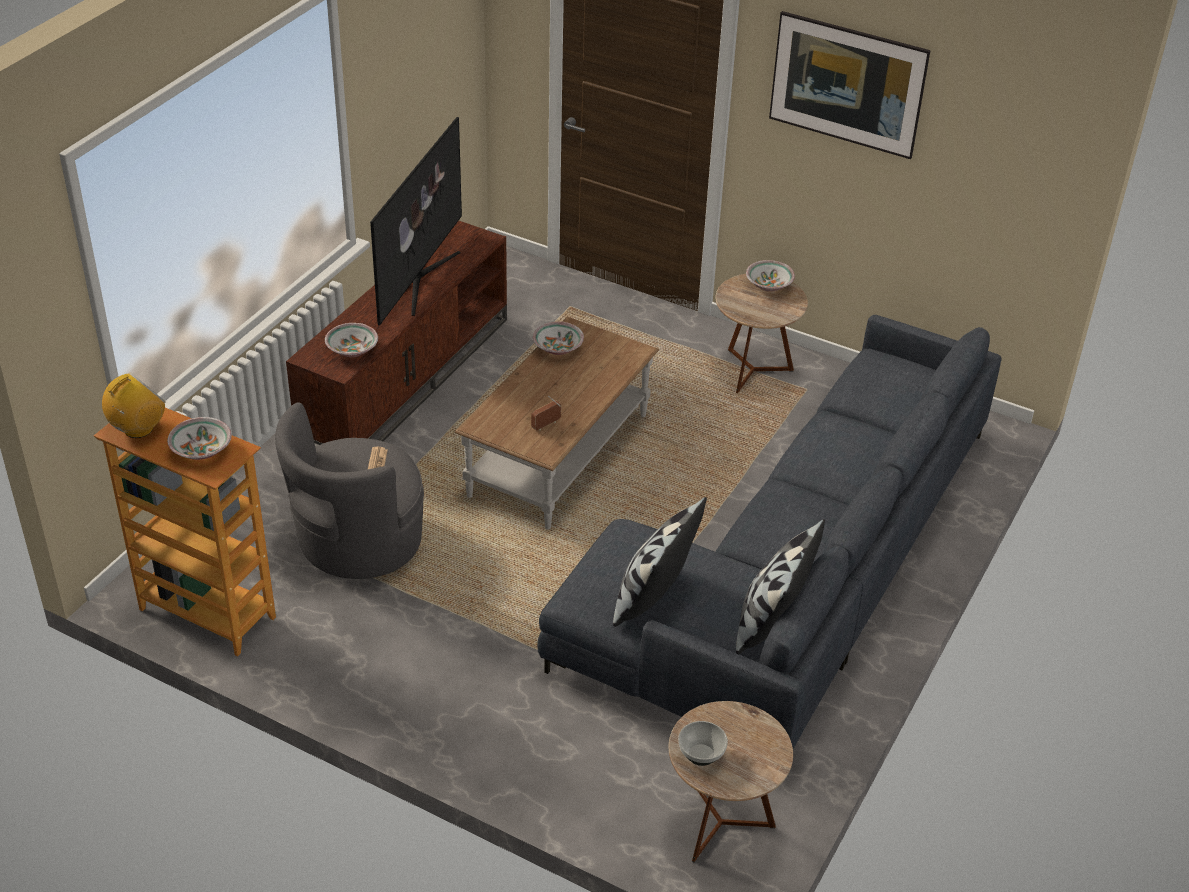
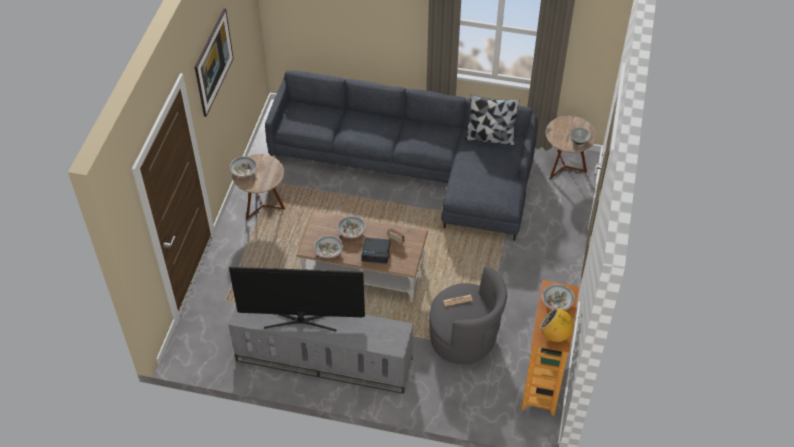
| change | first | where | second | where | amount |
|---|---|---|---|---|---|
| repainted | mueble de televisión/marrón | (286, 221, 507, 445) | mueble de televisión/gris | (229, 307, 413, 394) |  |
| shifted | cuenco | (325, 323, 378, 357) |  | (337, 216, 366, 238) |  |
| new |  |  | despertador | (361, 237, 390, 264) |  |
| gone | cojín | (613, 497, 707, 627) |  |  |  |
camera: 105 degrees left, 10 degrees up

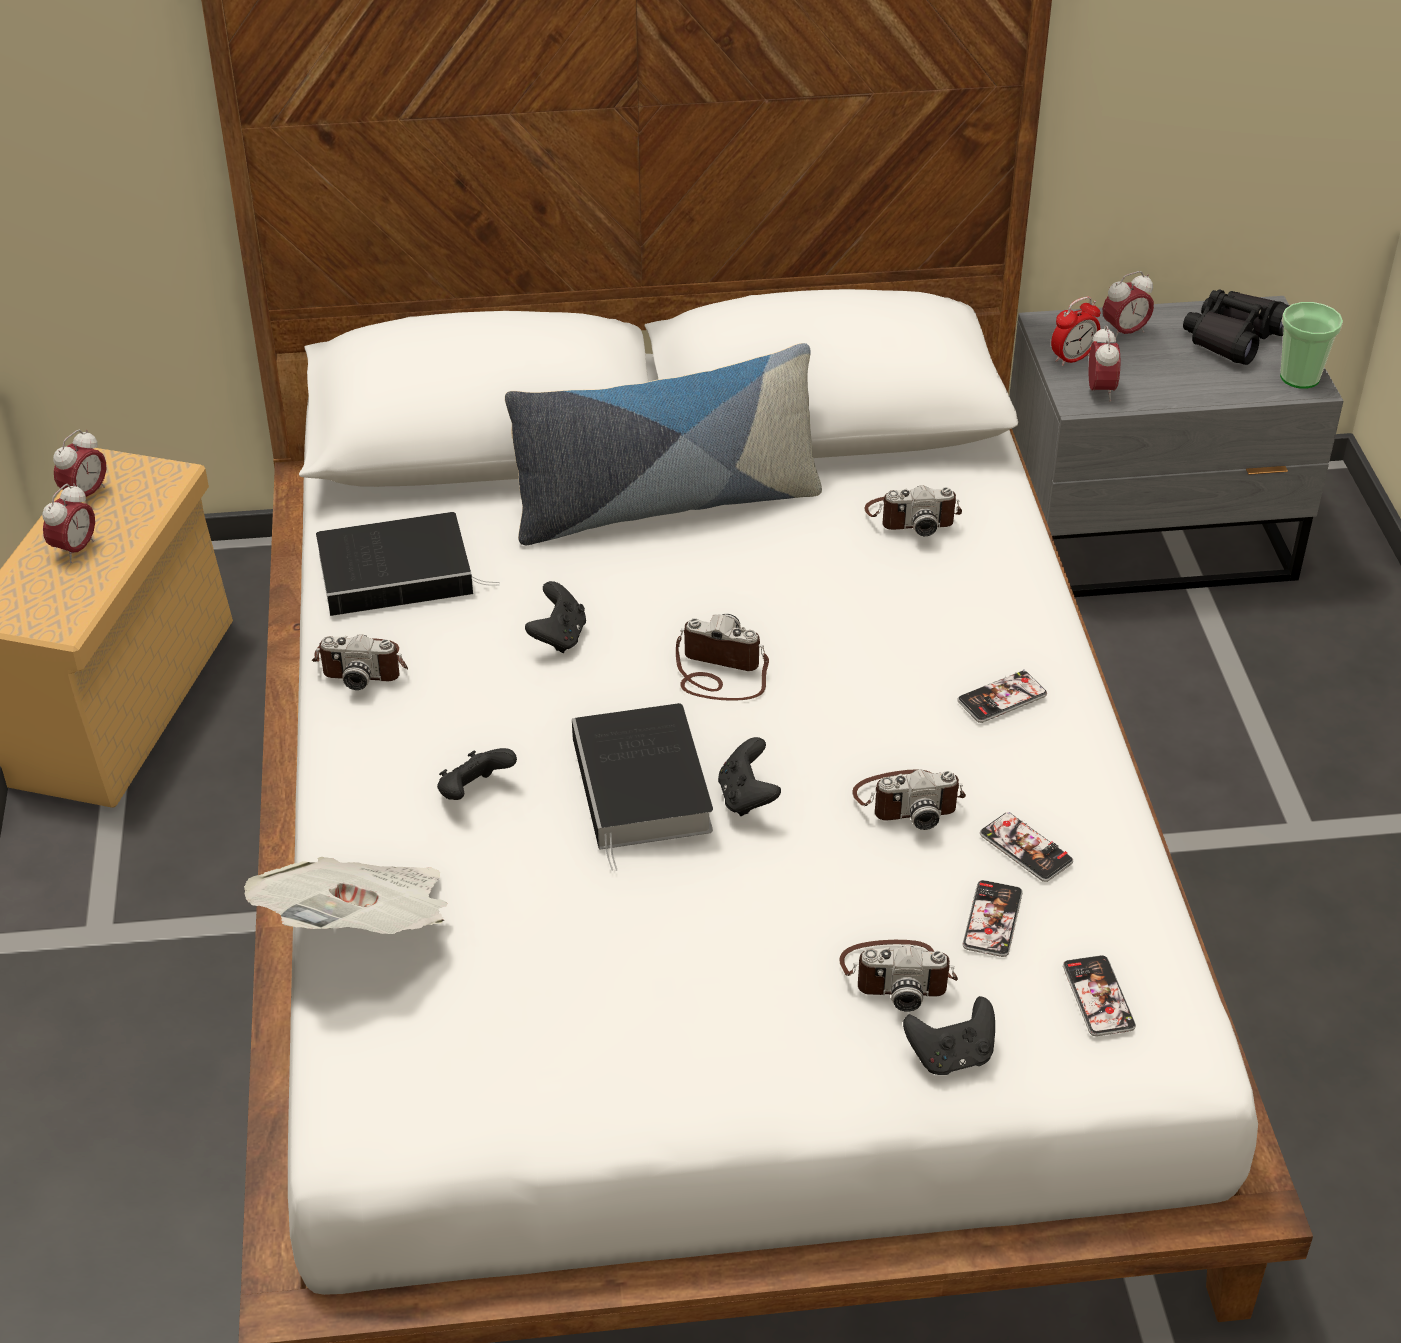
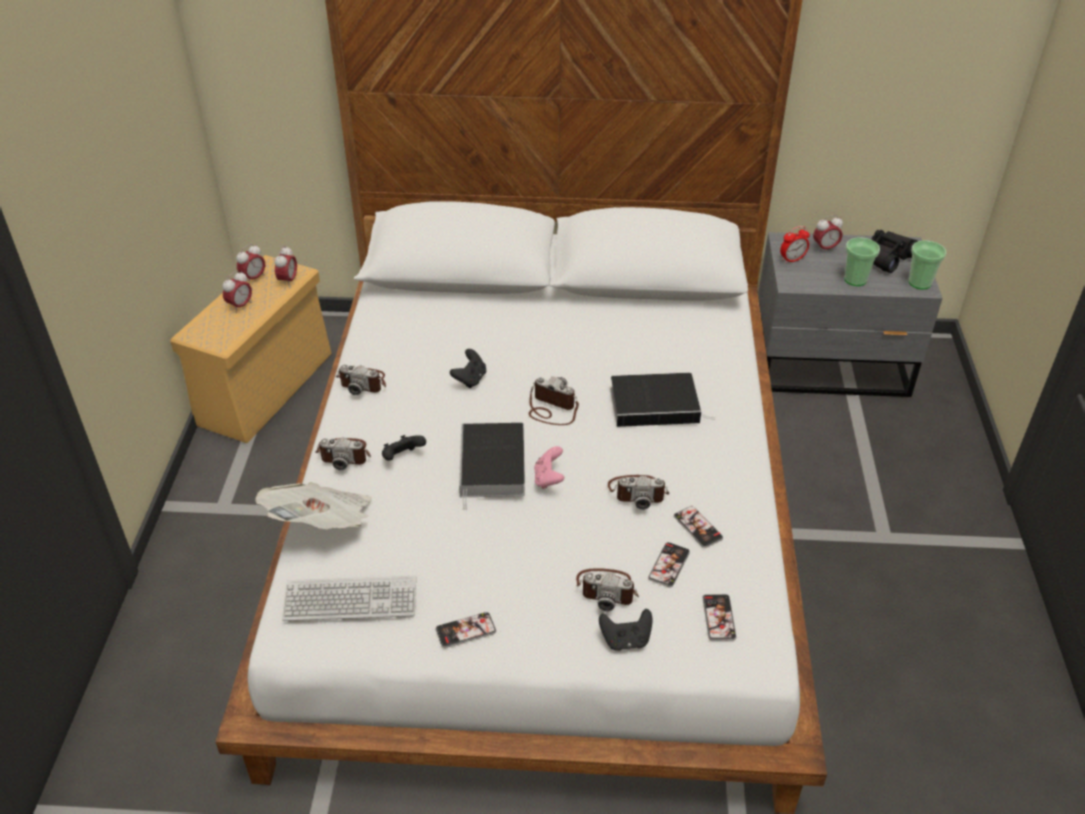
| change | first | where | second | where | amount |
|---|---|---|---|---|---|
| shifted | despertador | (1088, 326, 1121, 402) |  | (274, 246, 297, 287) |  |
| new |  |  | teclado | (282, 576, 416, 621) |  |
| shifted | cámara | (864, 485, 962, 537) |  | (316, 438, 371, 470) |  |
| shifted | móvil | (958, 670, 1047, 723) |  | (436, 612, 496, 648) |  |
| repainted | mando de consola/negro | (718, 737, 781, 816) | mando de consola/rosa | (534, 446, 564, 489) |  |
| shifted | libro | (316, 512, 500, 616) |  | (610, 373, 715, 427) |  |
| new |  |  | taza | (844, 237, 880, 286) |  |
| gone | cojín | (505, 343, 822, 545) |  |  |  |
camera: 10 degrees right, 0 degrees up

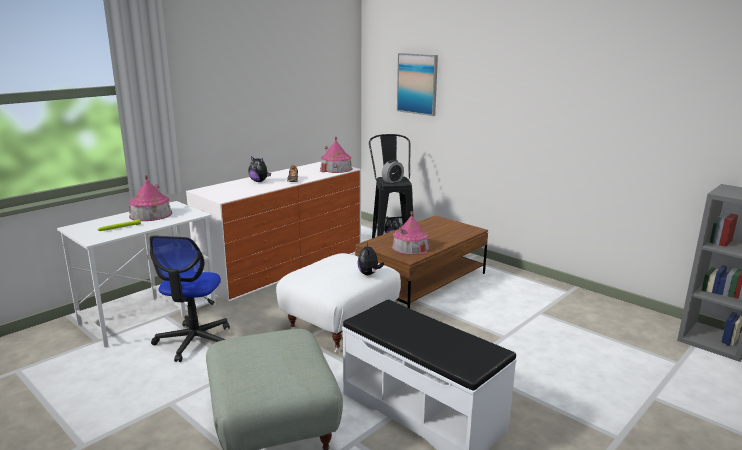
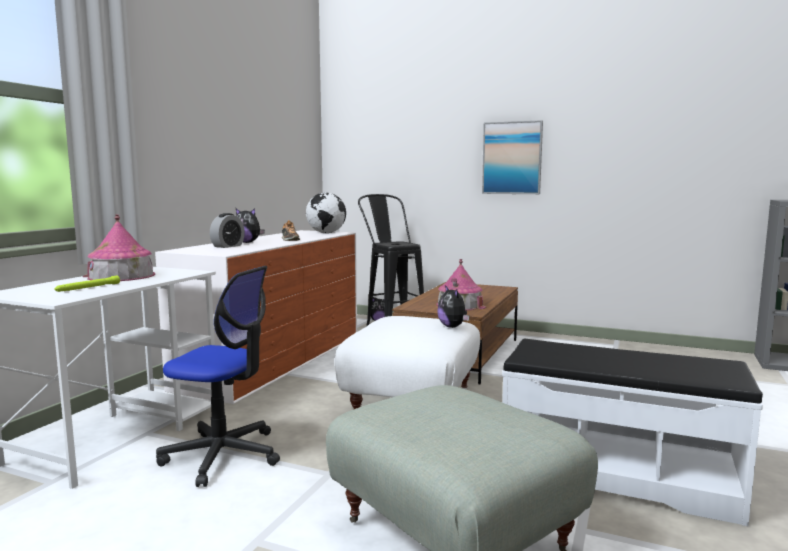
| change | first | where | second | where | amount |
|---|---|---|---|---|---|
| rotated | silla de oficina | (150, 235, 230, 362) |  | (156, 266, 280, 487) | 60 degrees counterclockwise |
| shifted | despertador | (382, 160, 404, 183) |  | (210, 213, 245, 248) |  |
| swapped | casita | (320, 137, 353, 173) | globo terráqueo | (306, 192, 346, 233) |  |
| shifted | cuadro | (397, 53, 438, 116) |  | (482, 120, 543, 194) |  |
camera: 20 degrees left, 10 degrees down

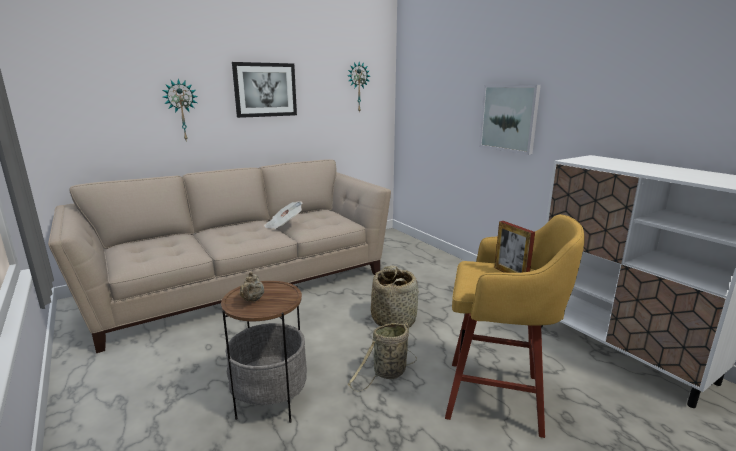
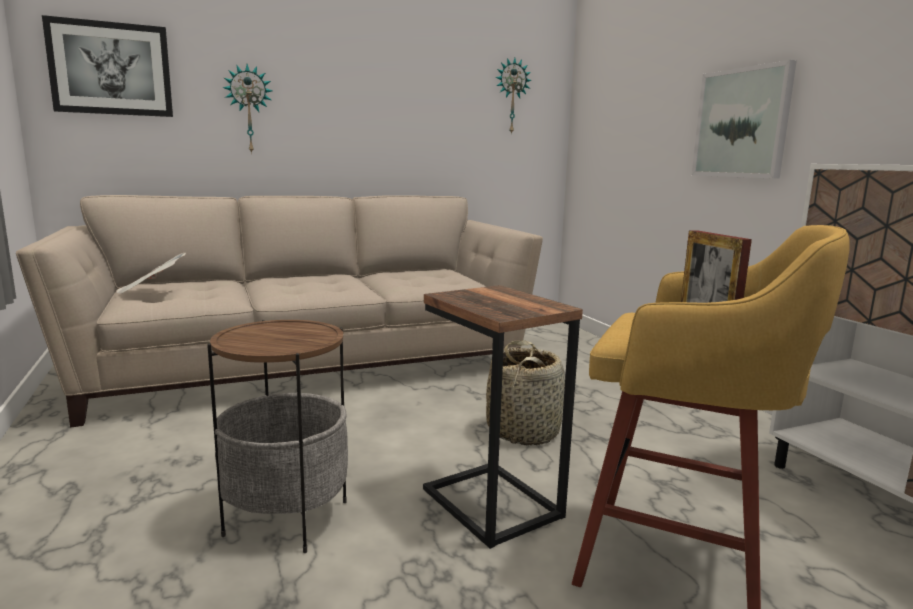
| change | first | where | second | where | amount |
|---|---|---|---|---|---|
| shifted | cuadro | (232, 62, 297, 118) |  | (42, 15, 173, 117) |  |
| shifted | periódico | (264, 201, 303, 229) |  | (116, 253, 186, 294) |  |
| swapped | cesta | (348, 322, 417, 391) | mesa auxiliar | (423, 285, 583, 549) |  |
| gone | tetera/beis | (240, 272, 264, 302) |  |  |  |
camera: 10 degrees right, 5 degrees down

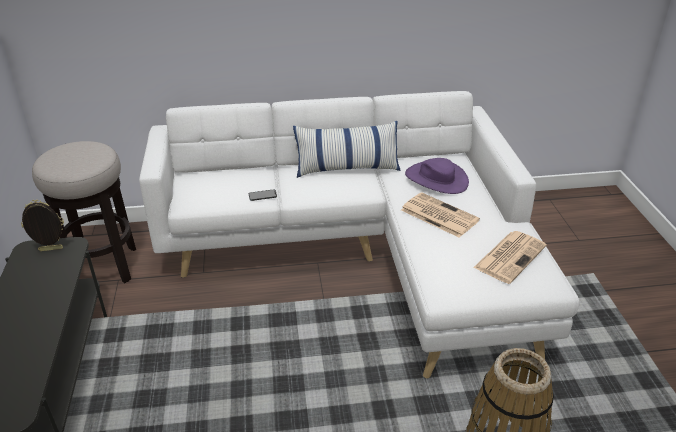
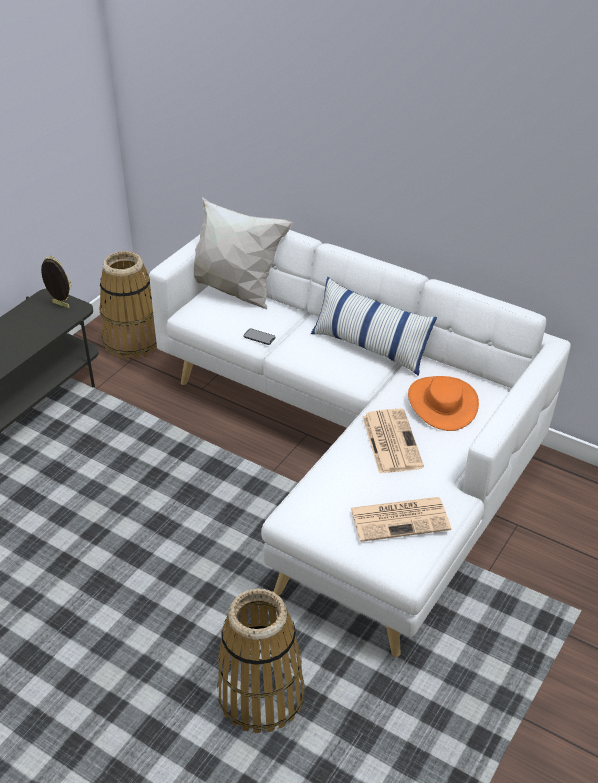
| change | first | where | second | where | amount |
|---|---|---|---|---|---|
| swapped | taburete | (32, 141, 136, 283) | cesta | (99, 251, 158, 360) |  |
| new |  |  | cojín/blanco | (194, 197, 293, 310) |  |
| repainted | sombrero/morado | (405, 158, 469, 194) | sombrero/naranja | (408, 376, 479, 431) |  |
camera: 40 degrees right, 5 degrees up

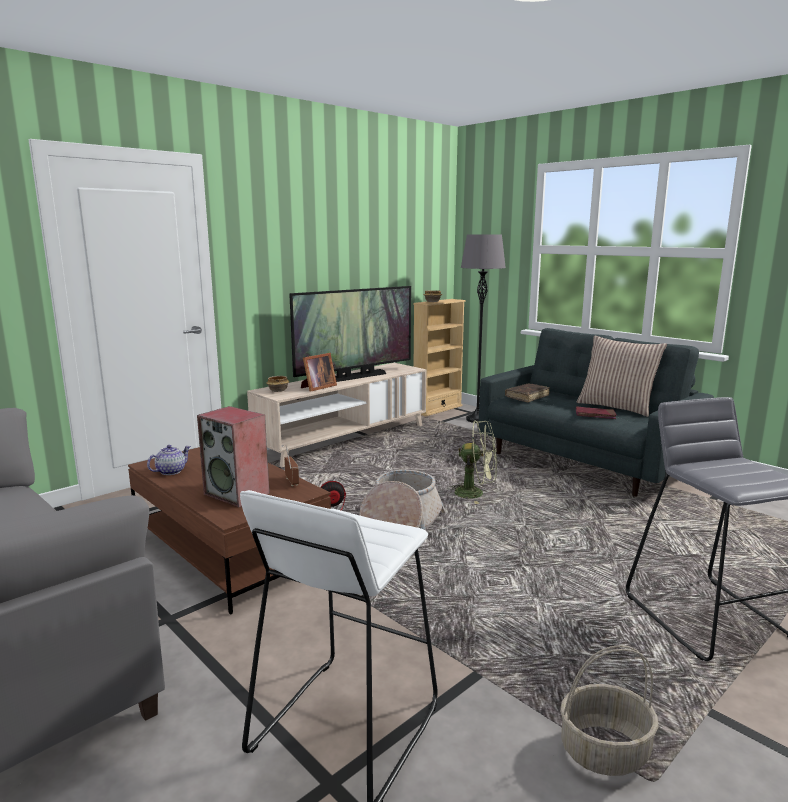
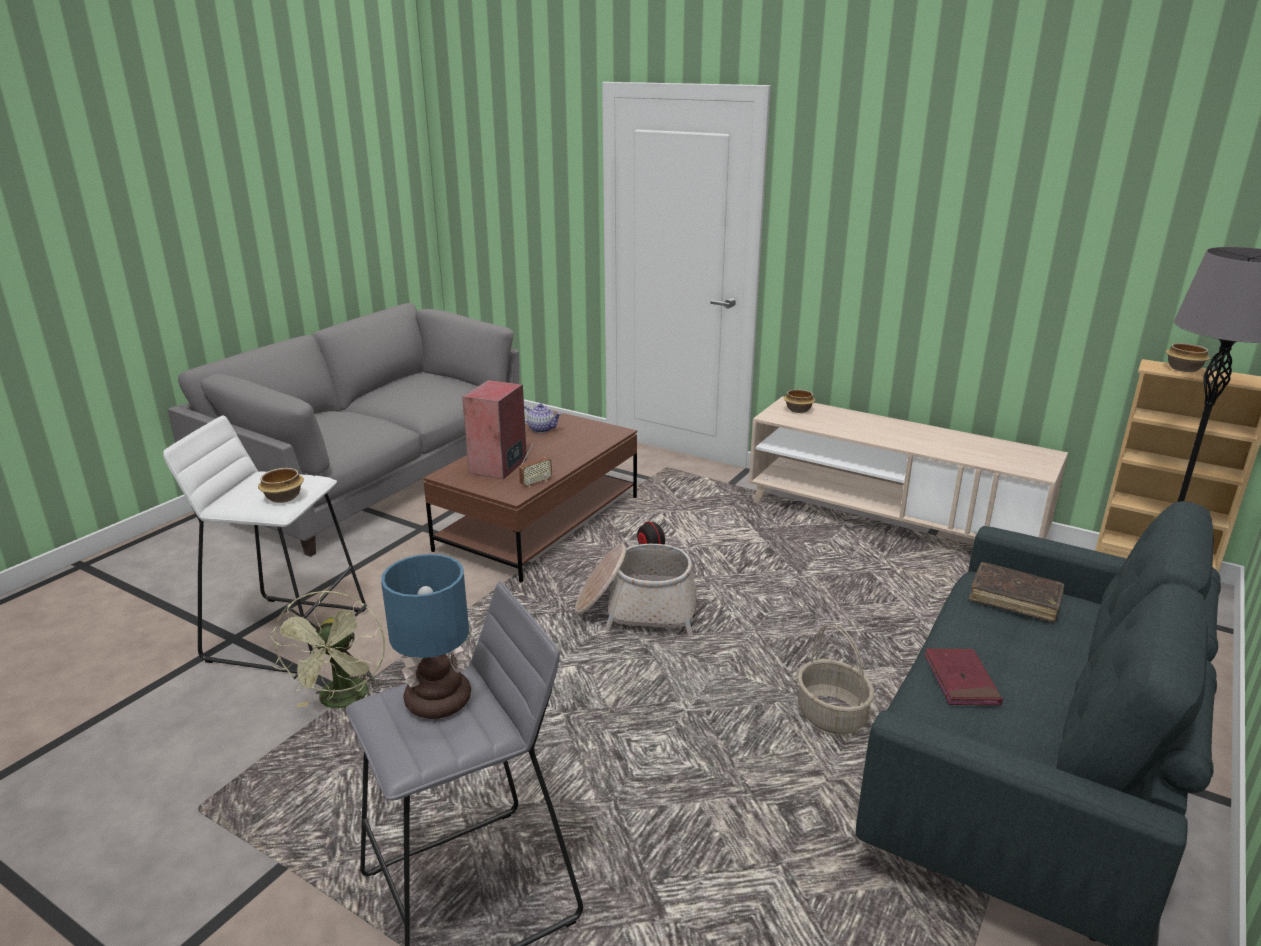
| change | first | where | second | where | amount |
|---|---|---|---|---|---|
| new |  |  | cuenco | (258, 468, 304, 503) |  |
| shifted | ventilador/verde | (447, 420, 497, 504) |  | (269, 590, 385, 708) |  |
| new |  |  | lámpara de mesa | (381, 554, 471, 719) |  |
| shifted | cesta | (560, 645, 659, 776) |  | (797, 623, 874, 734) |  |
| gone | televisor | (289, 286, 411, 382) |  |  |  |
| gone | portarretratos | (301, 353, 337, 392) |  |  |  |
| gone | cojín | (577, 336, 667, 417) |  |  |  |
camera: 75 degrees right, 10 degrees up

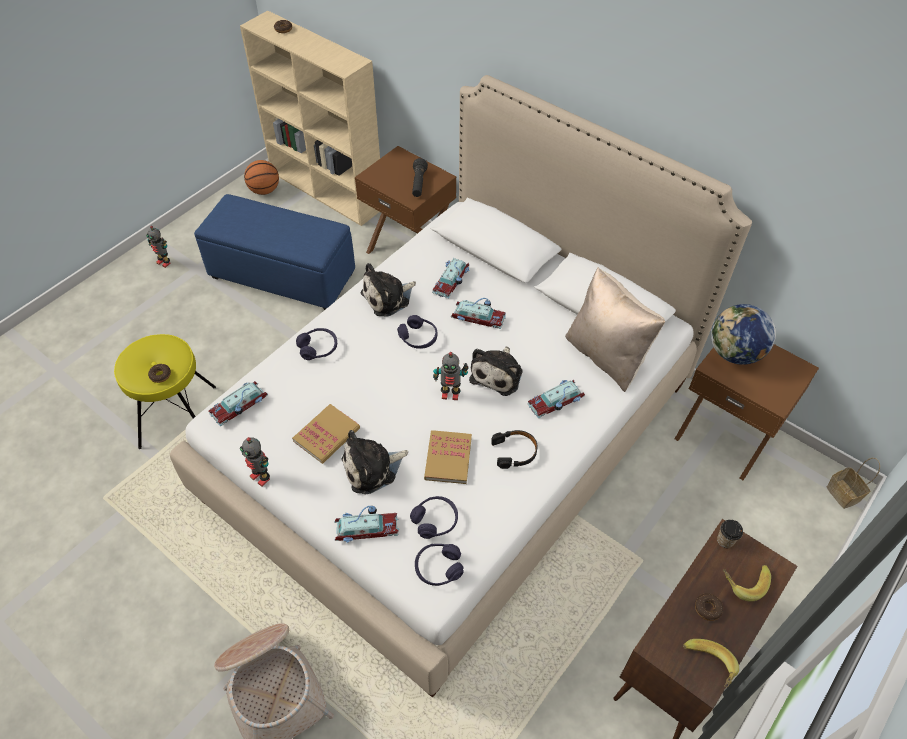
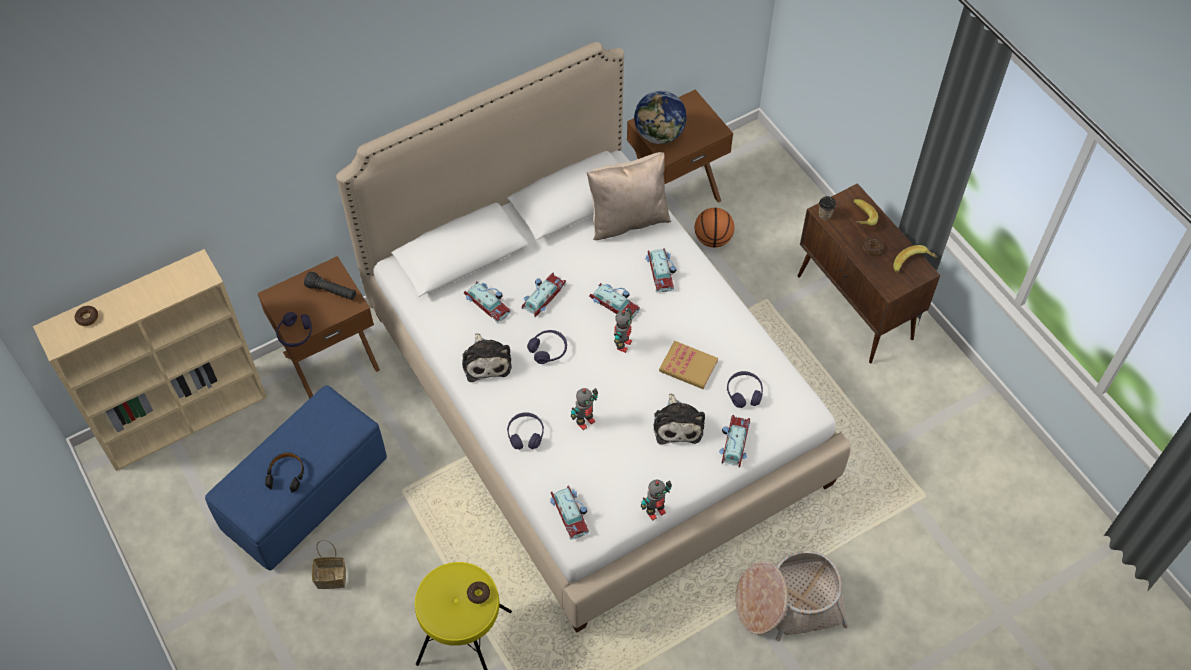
| change | first | where | second | where | amount |
|---|---|---|---|---|---|
| shifted | auriculares/negro | (491, 430, 538, 469) |  | (265, 453, 304, 493) |  |
| shifted | auriculares/morado | (415, 544, 464, 586) |  | (276, 312, 312, 347) |  |
| shifted | cesta | (827, 458, 880, 509) |  | (312, 540, 346, 589) |  |
| shifted | robot de juguete | (146, 226, 170, 268) |  | (571, 388, 598, 430) |  |
| swapped | peluche | (469, 346, 523, 396) | coche de juguete | (589, 283, 640, 319) |  |
| shifted | balón de baloncesto | (244, 160, 279, 195) |  | (694, 208, 734, 248) |  |
| gone | libro | (292, 404, 360, 464) |  |  |  |
camera: 70 degrees left, 5 degrees up

